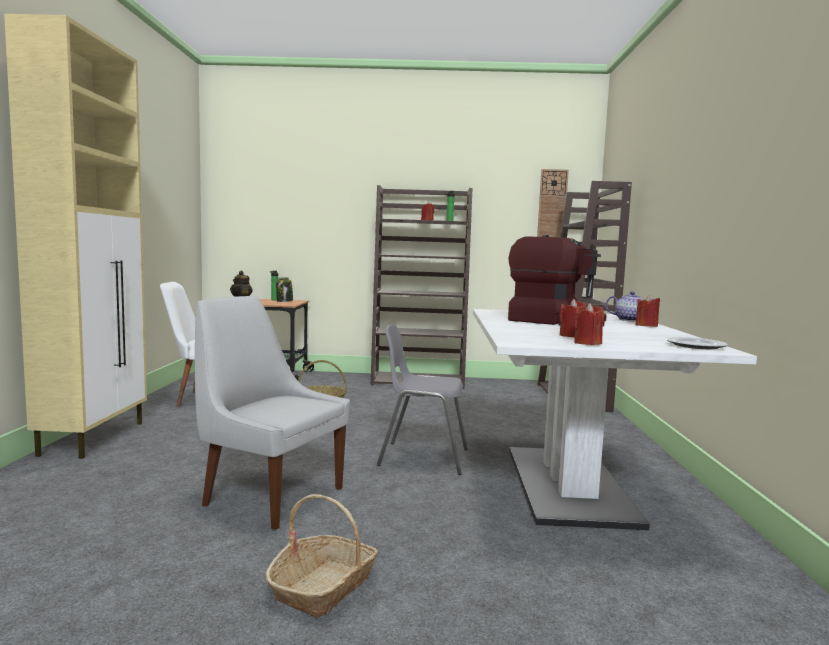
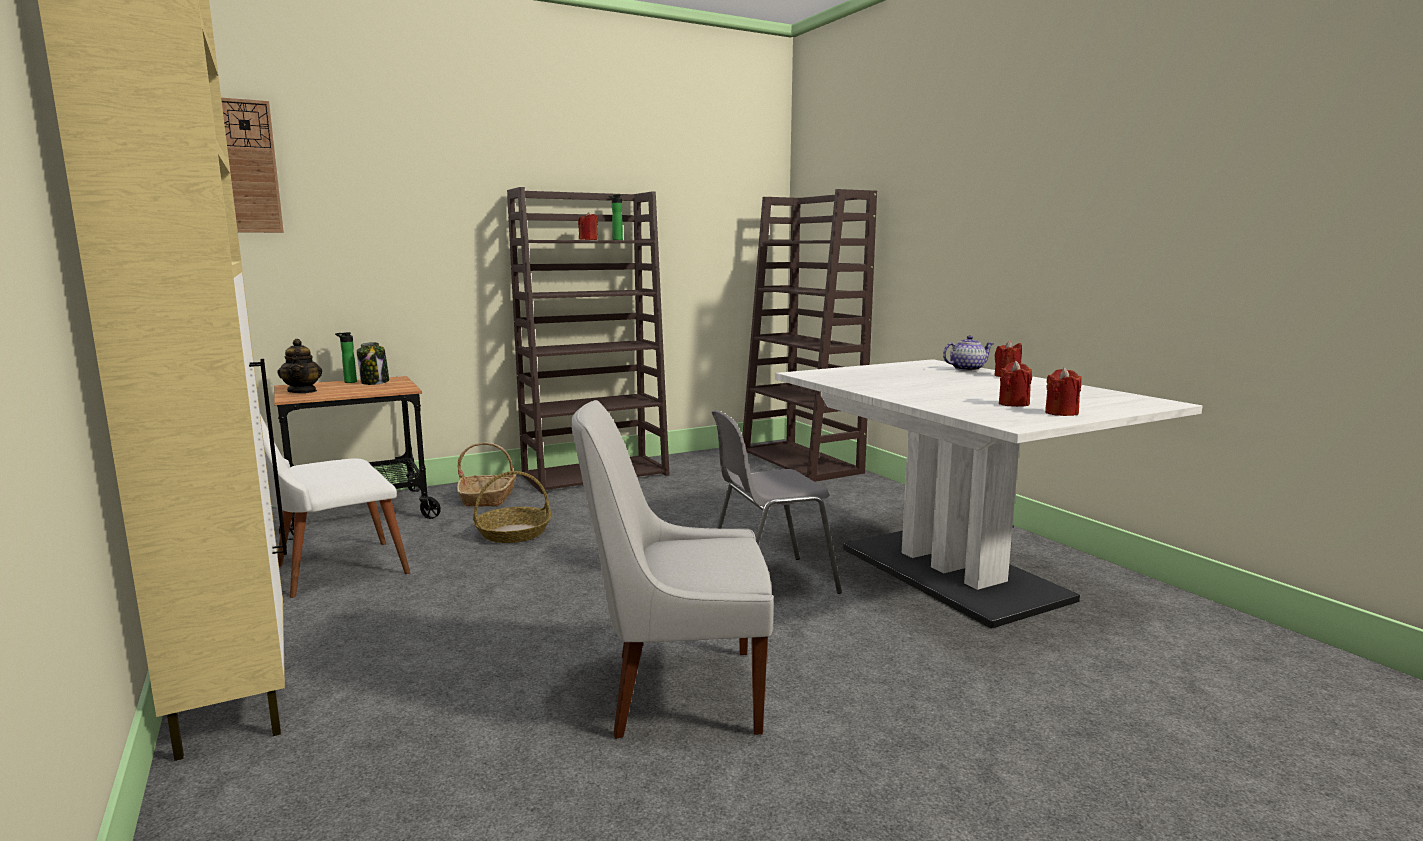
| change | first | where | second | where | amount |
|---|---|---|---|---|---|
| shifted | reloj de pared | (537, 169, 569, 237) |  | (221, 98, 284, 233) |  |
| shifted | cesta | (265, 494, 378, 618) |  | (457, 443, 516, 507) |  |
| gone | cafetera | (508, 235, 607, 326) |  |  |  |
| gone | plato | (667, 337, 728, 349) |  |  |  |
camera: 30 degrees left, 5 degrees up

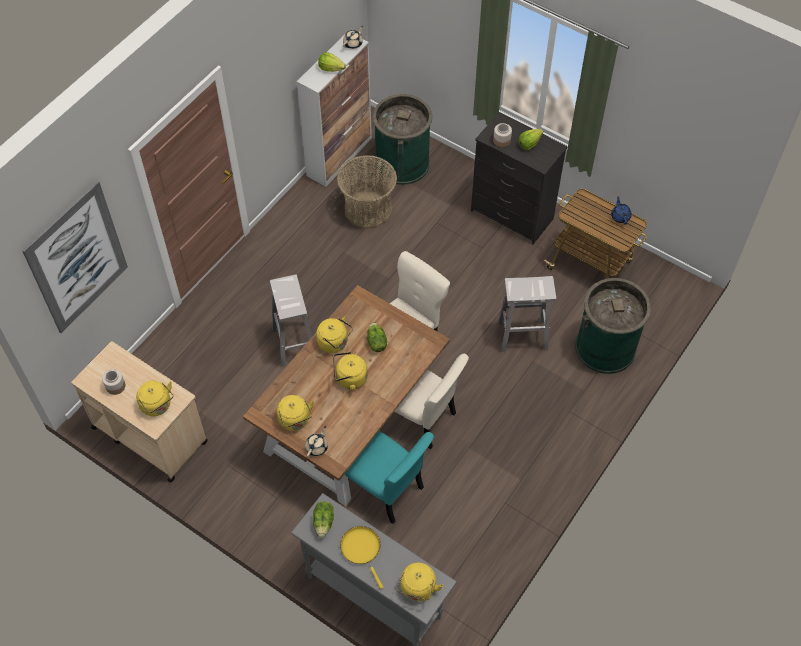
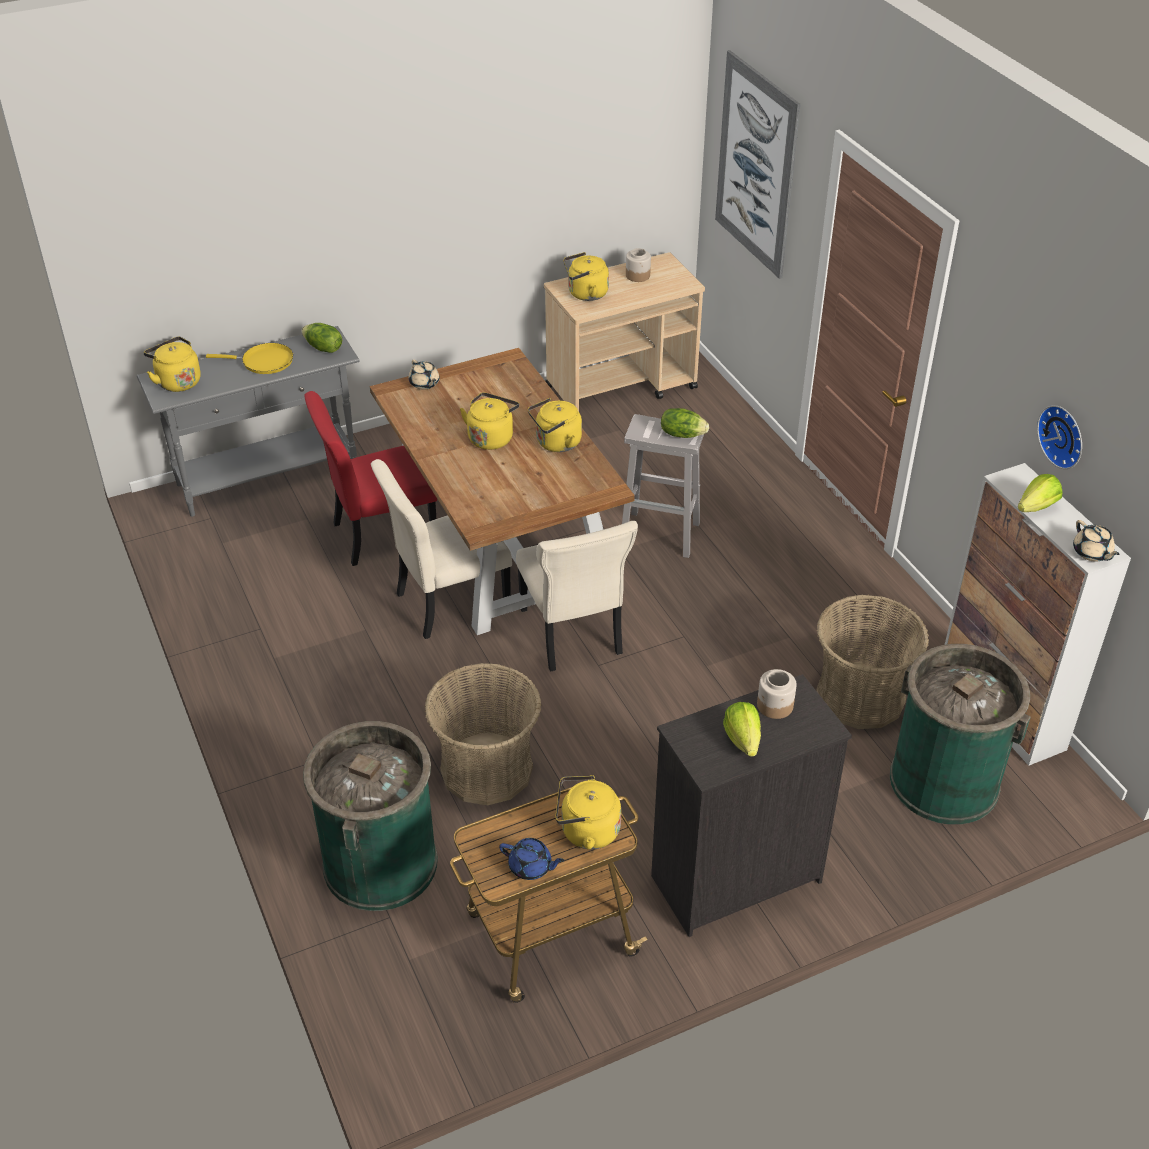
| change | first | where | second | where | amount |
|---|---|---|---|---|---|
| repainted | silla/turquesa | (344, 431, 434, 524) | silla/rojo | (304, 391, 437, 566) |  |
| swapped | taburete/blanco | (498, 276, 556, 352) | cesta | (425, 663, 542, 805) |  |
| shifted | hervidor/amarillo | (277, 395, 314, 431) |  | (555, 775, 621, 849) |  |
| shifted | lechuga | (367, 322, 387, 352) |  | (661, 408, 709, 438) |  |
| new |  |  | reloj de pared | (1037, 405, 1082, 469) |  |
camera: 120 degrees right, 15 degrees down

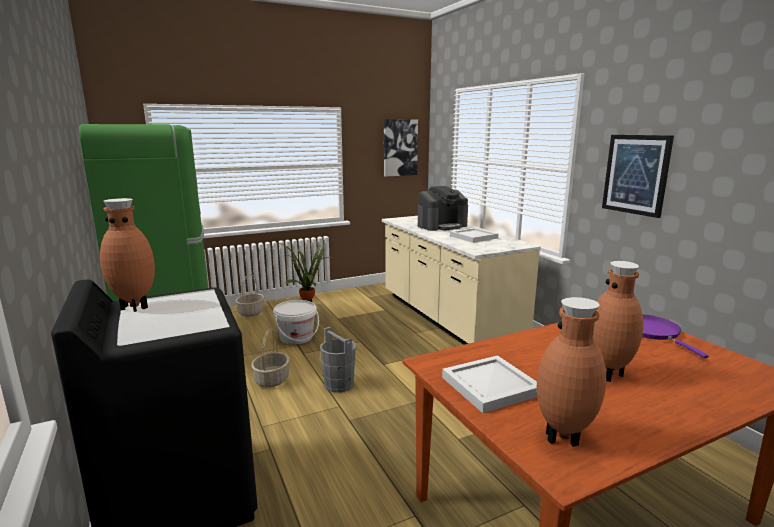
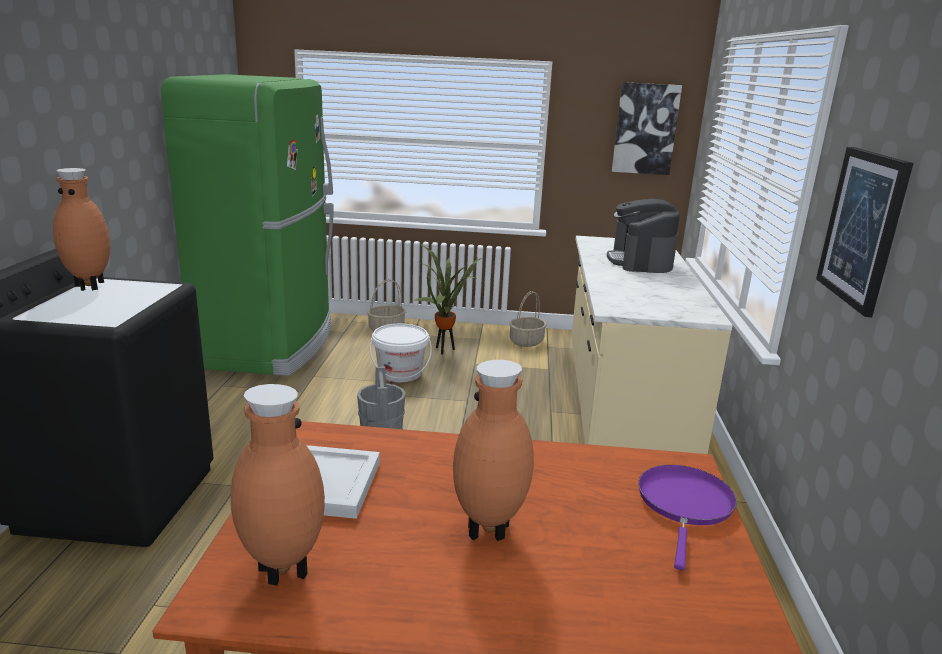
| change | first | where | second | where | amount |
|---|---|---|---|---|---|
| shifted | cesta | (251, 328, 290, 388) |  | (509, 291, 547, 347) |  |
| rotated | cafetera | (418, 186, 468, 231) |  | (607, 199, 680, 273) | 90 degrees clockwise |
| gone | bandeja/blanco | (450, 228, 499, 243) |  |  |  |
camera: 30 degrees right, 5 degrees up

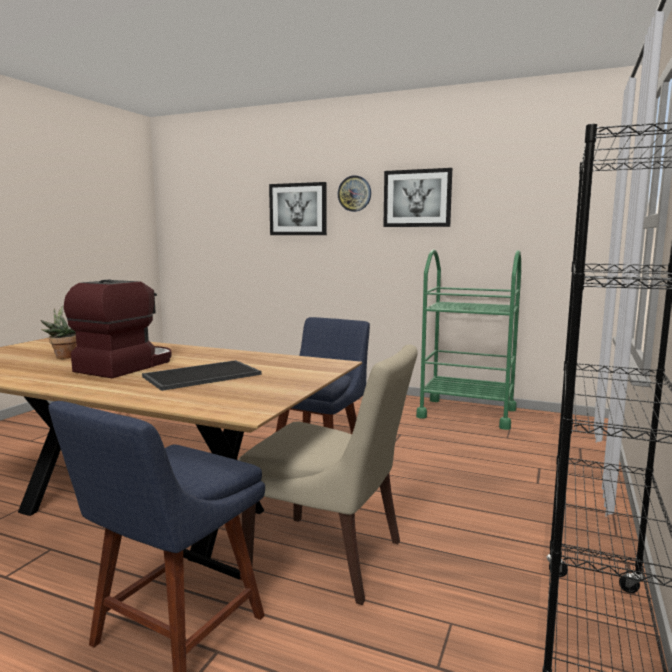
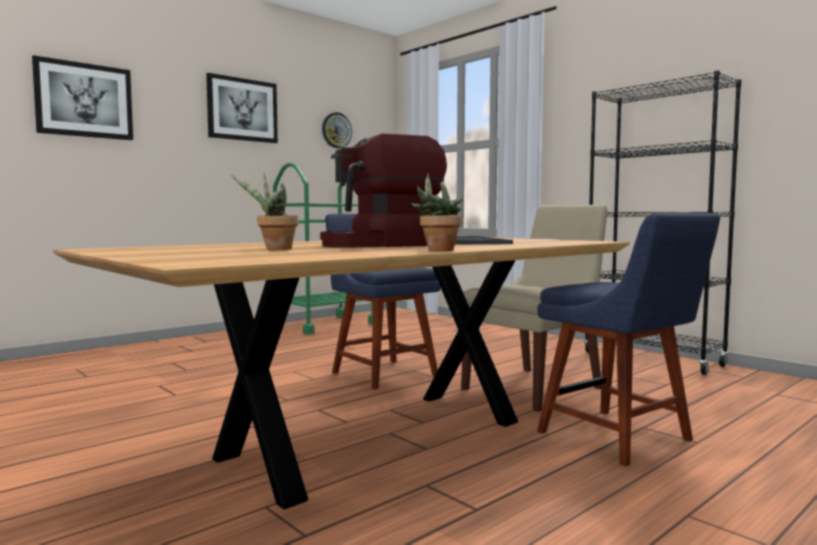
| change | first | where | second | where | amount |
|---|---|---|---|---|---|
| rotated | cafetera | (64, 280, 172, 378) |  | (320, 133, 447, 248) | 75 degrees counterclockwise |
| shifted | reloj de pared | (338, 175, 371, 212) |  | (322, 112, 352, 148) |  |
| new |  |  | planta en maceta | (411, 173, 463, 251) |  |
camera: 65 degrees left, 5 degrees down

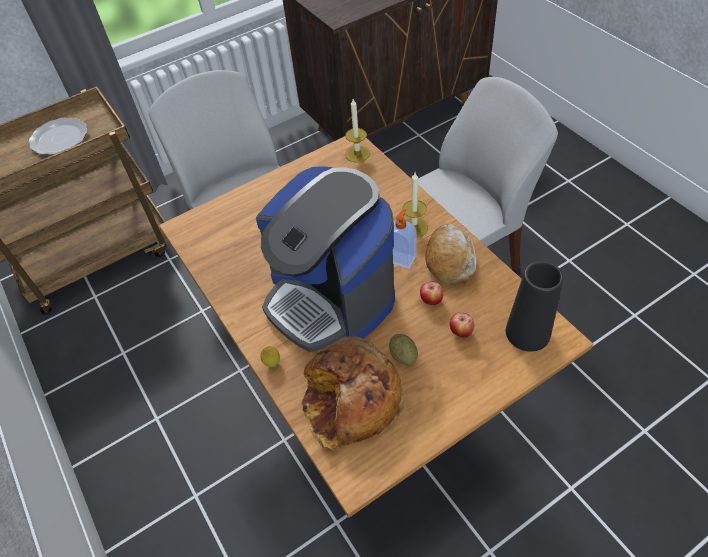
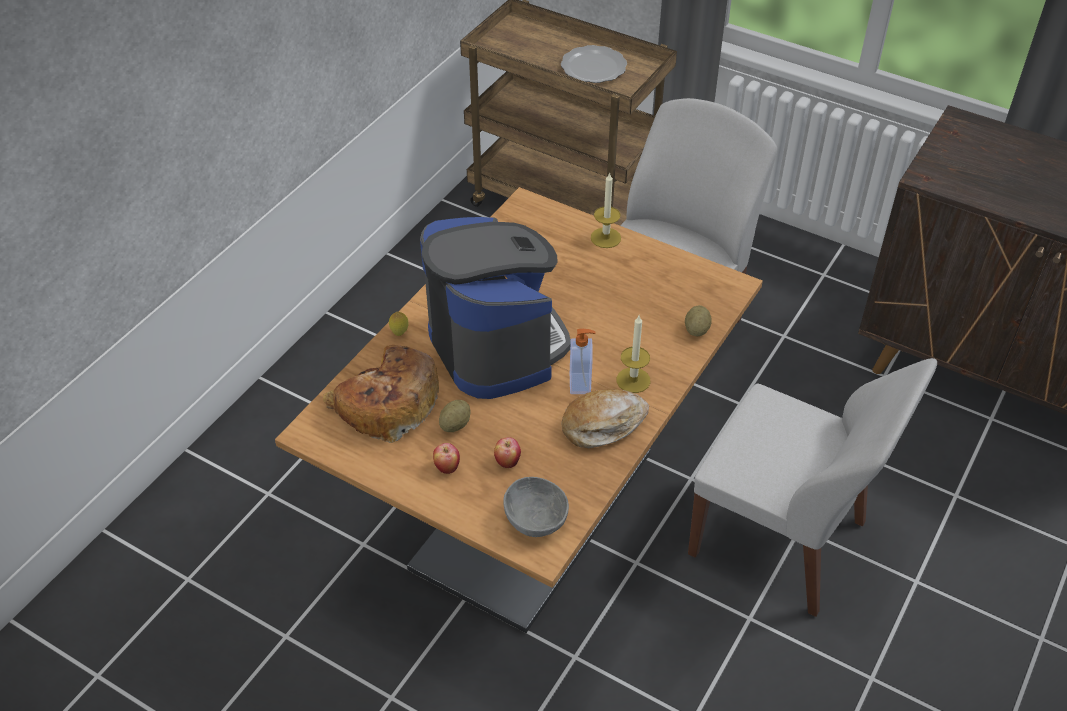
| change | first | where | second | where | amount |
|---|---|---|---|---|---|
| rotated | cafetera | (256, 166, 395, 352) |  | (420, 217, 571, 399) | 135 degrees clockwise |
| shifted | manzana | (420, 281, 444, 305) |  | (433, 443, 460, 474) |  |
| swapped | florero/negro | (506, 261, 564, 352) | cuenco/gris | (503, 477, 569, 537) |  |
| shifted | vela | (345, 99, 370, 163) |  | (591, 172, 621, 248) |  |
| new |  |  | patata | (685, 305, 712, 336) |  |
camera: 60 degrees right, 5 degrees down

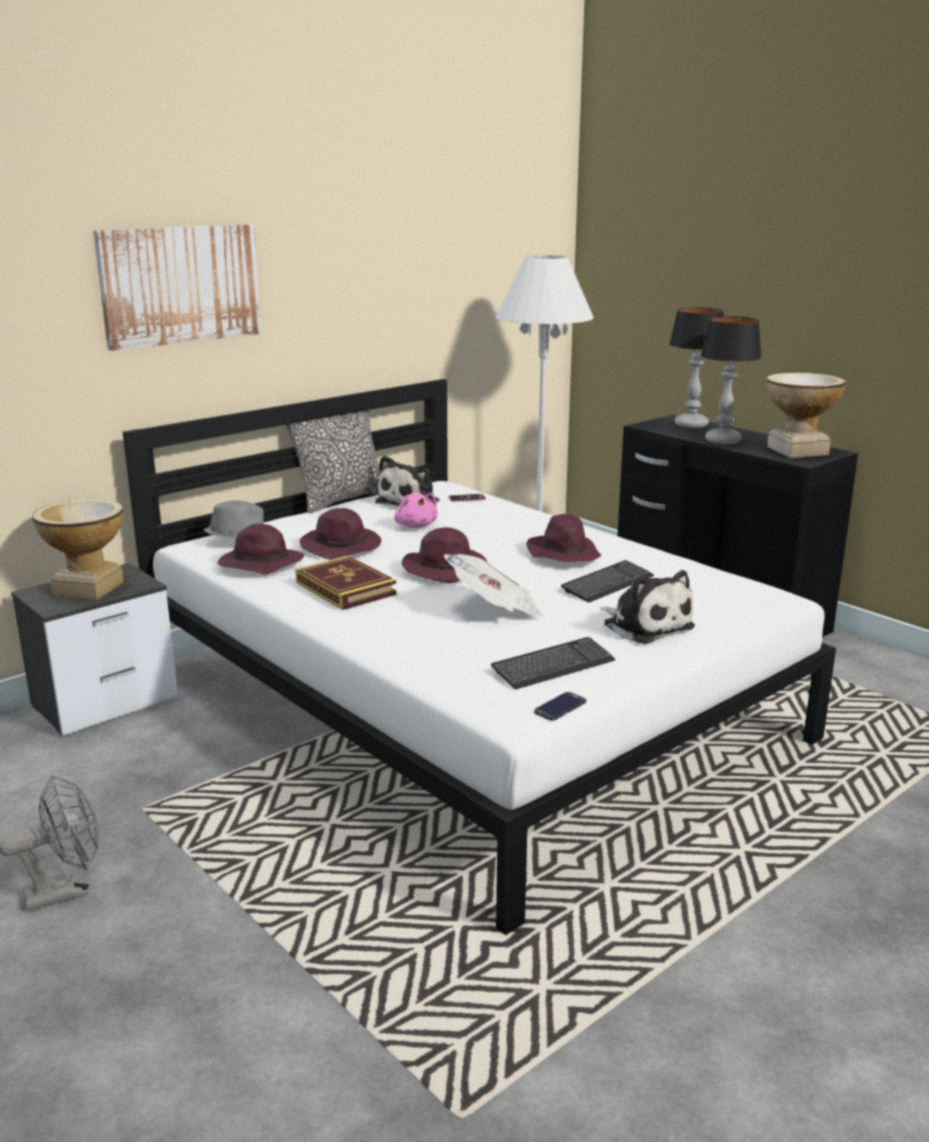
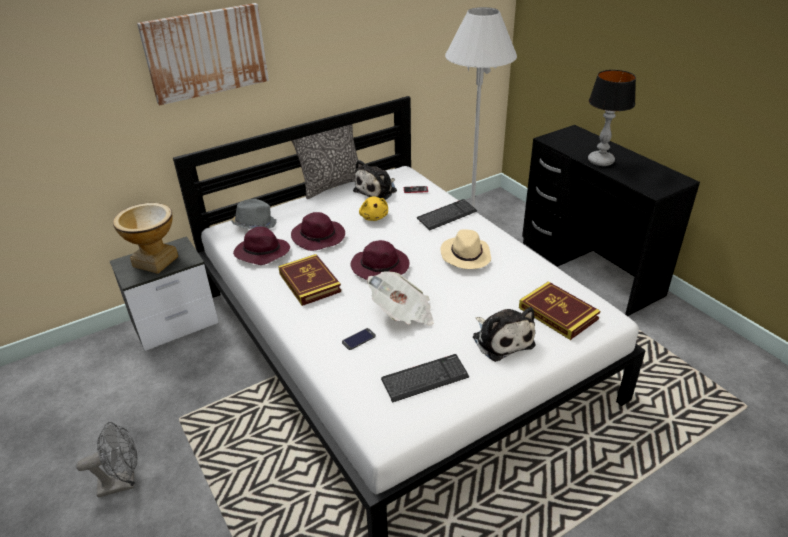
| change | first | where | second | where | amount |
|---|---|---|---|---|---|
| shifted | móvil | (534, 692, 586, 721) |  | (342, 328, 376, 350) |  |
| repainted | peluche/rosa | (394, 493, 438, 528) | peluche/amarillo | (359, 196, 388, 221) |  |
| shifted | teclado | (561, 560, 654, 603) |  | (417, 199, 477, 230) |  |
| repainted | sombrero/morado | (526, 514, 601, 562) | sombrero/beis | (440, 229, 491, 269) |  |
| new |  |  | libro | (519, 281, 600, 340) |  |
| gone | lámpara de mesa | (669, 308, 724, 428) |  |  |  |
| gone | florero | (766, 373, 846, 458) |  |  |  |
camera: 10 degrees right, 15 degrees up

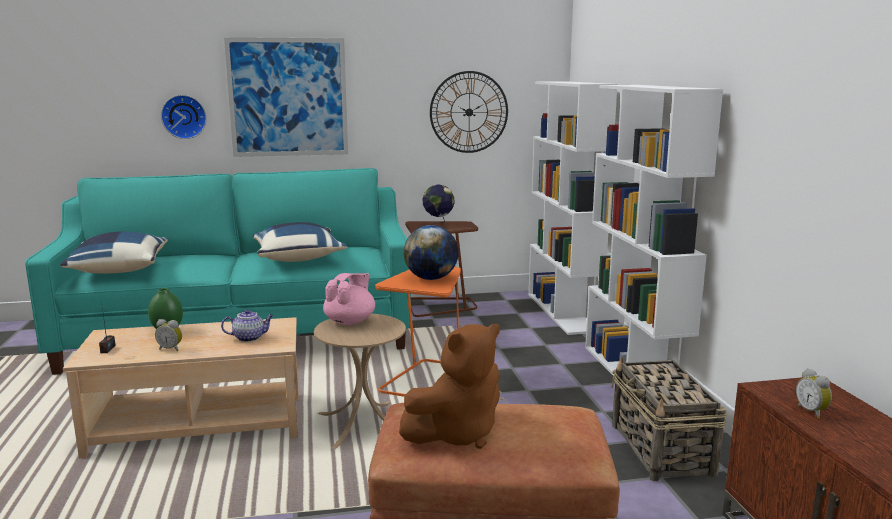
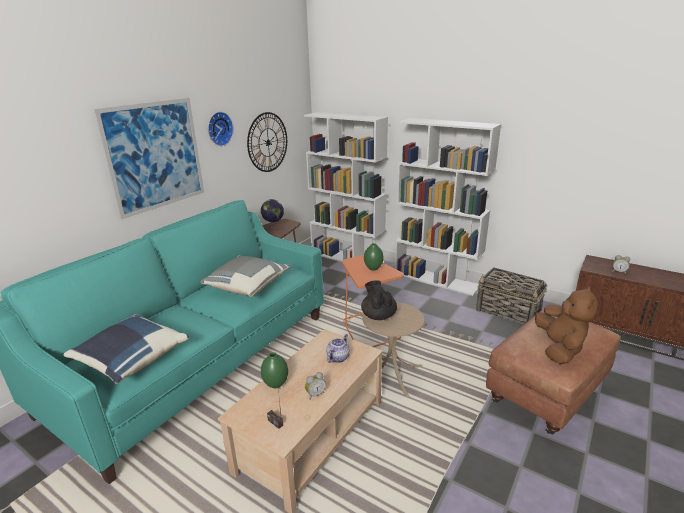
| change | first | where | second | where | amount |
|---|---|---|---|---|---|
| repainted | cojín/azul | (253, 222, 347, 262) | cojín/gris | (200, 255, 290, 297) |  |
| shifted | reloj de pared | (161, 95, 207, 139) |  | (208, 112, 234, 146) |  |
| repainted | tetera/rosa | (323, 273, 375, 325) | tetera/negro | (361, 280, 397, 320) |  |
| swapped | globo terráqueo | (404, 225, 459, 280) | florero/verde | (364, 243, 384, 270) |  |
camera: 45 degrees left, 10 degrees up

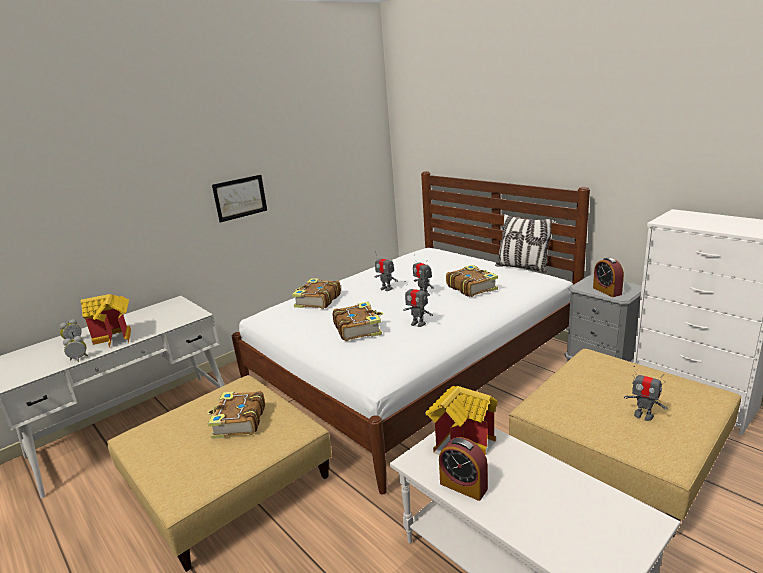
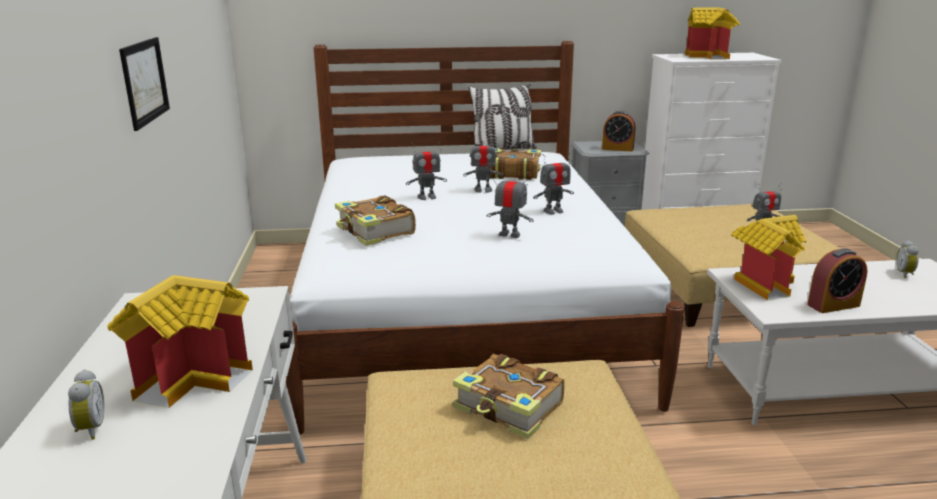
| change | first | where | second | where | amount |
|---|---|---|---|---|---|
| swapped | libro | (333, 302, 383, 341) | robot de juguete | (487, 171, 534, 238) |  |
| new |  |  | casita | (685, 8, 740, 60) |  |
| shifted | despertador | (63, 336, 88, 362) |  | (896, 240, 919, 278) |  |
camera: 55 degrees left, 0 degrees up

